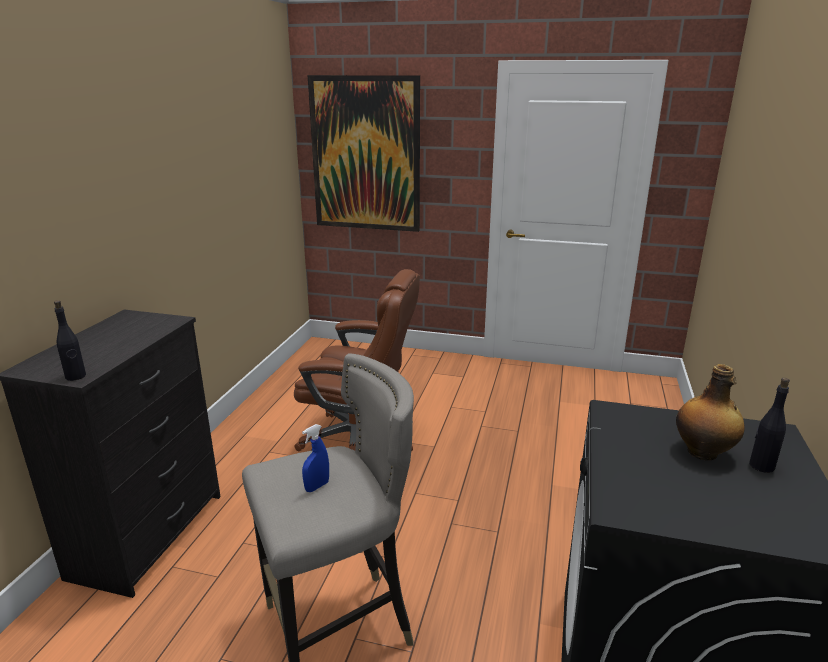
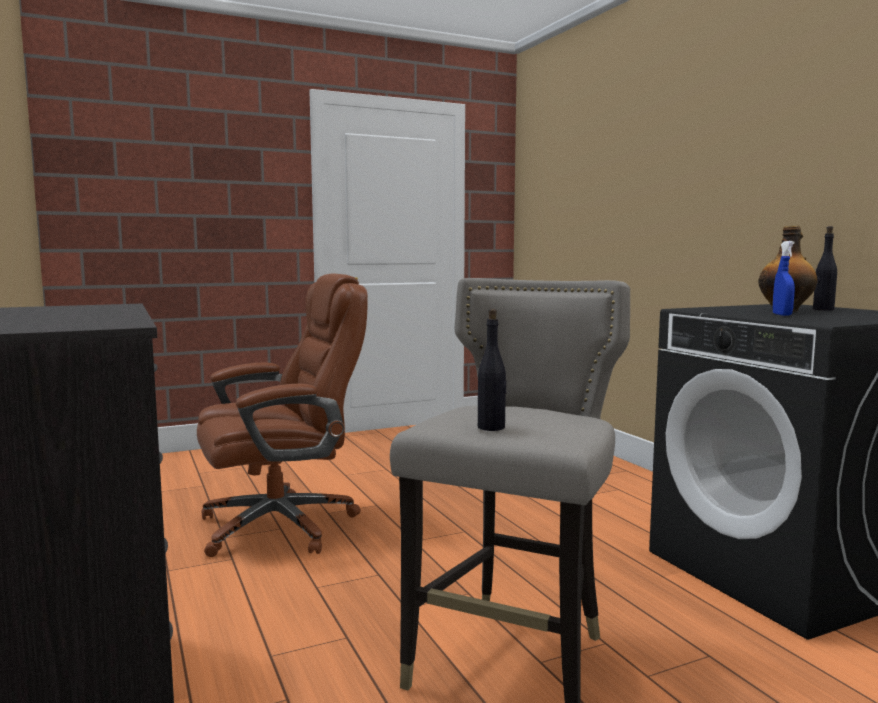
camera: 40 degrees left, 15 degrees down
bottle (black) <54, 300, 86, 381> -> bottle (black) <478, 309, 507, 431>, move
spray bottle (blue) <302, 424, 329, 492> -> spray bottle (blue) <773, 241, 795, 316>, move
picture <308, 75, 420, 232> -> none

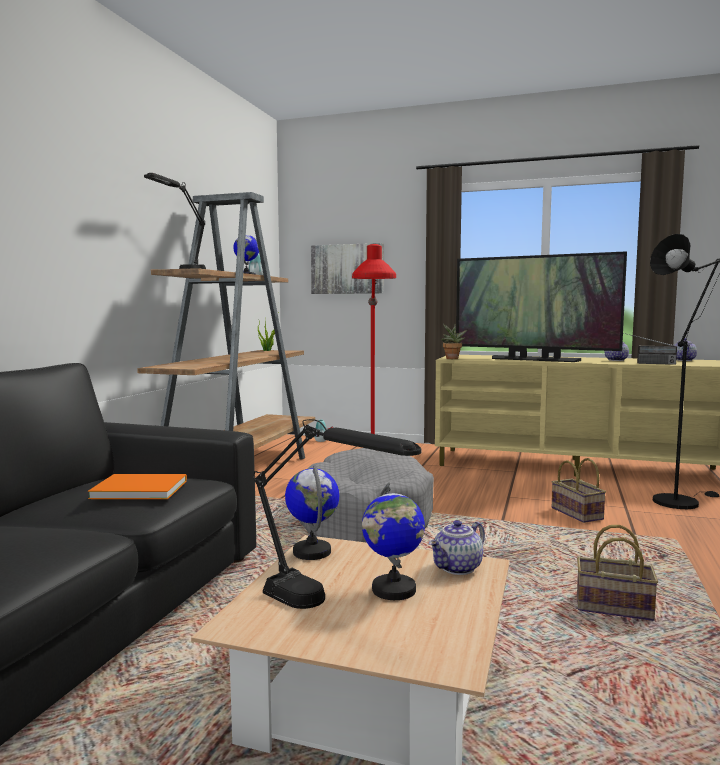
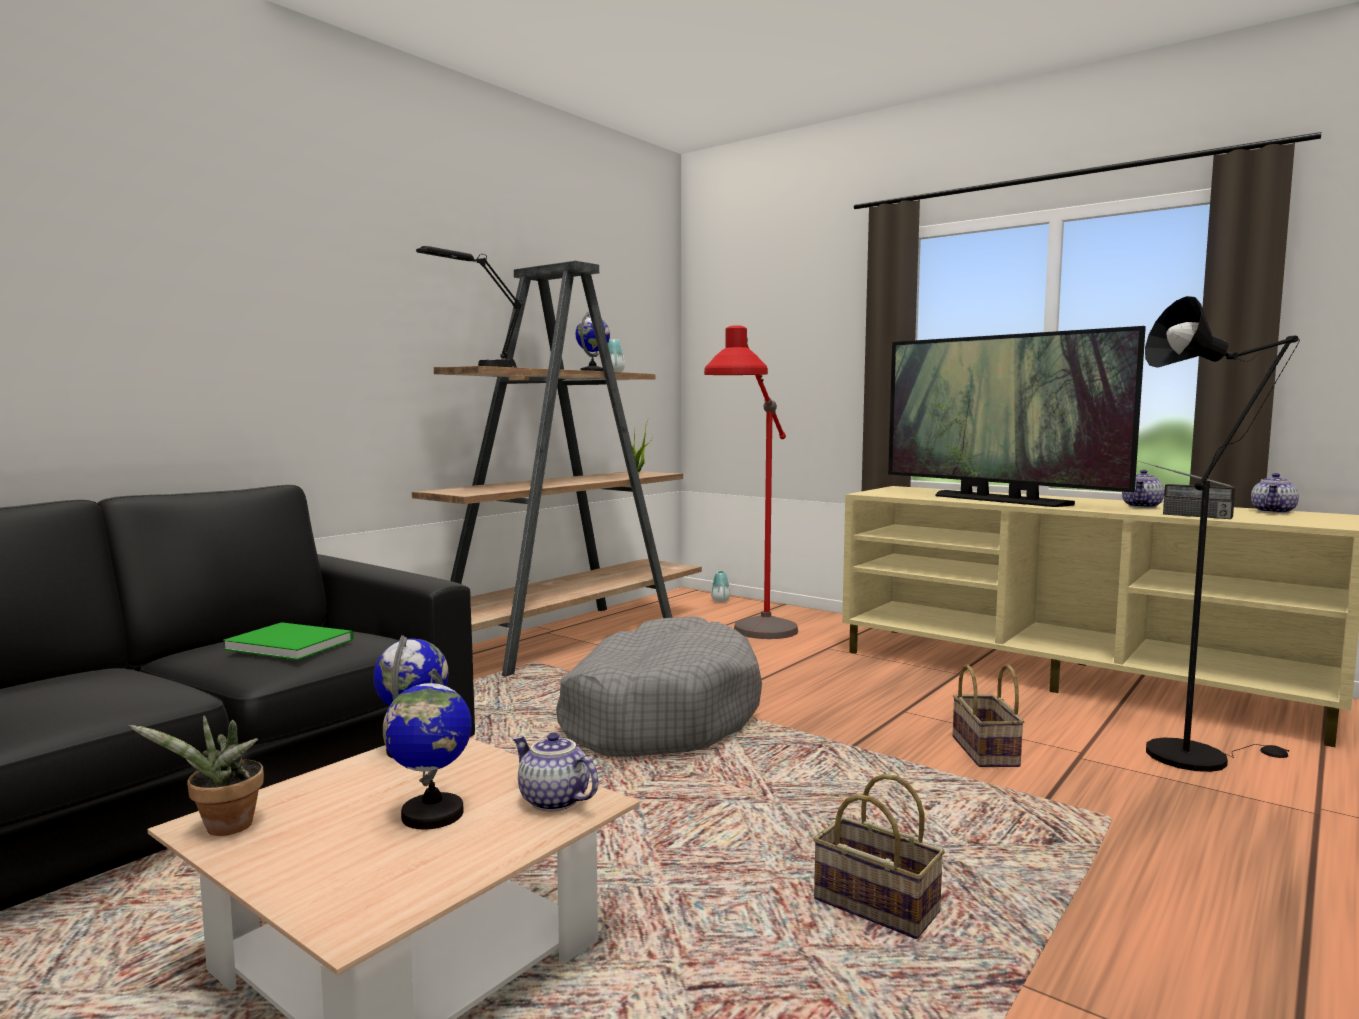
camera: 20 degrees right, 0 degrees up
book (orange) <88, 474, 187, 499> -> book (green) <223, 622, 354, 660>
table lamp (black) <253, 419, 422, 609> -> none
picture <311, 243, 384, 294> -> none
teapot <429, 520, 485, 575> -> teapot <513, 732, 598, 811>, 60 degrees clockwise
potted plant <441, 324, 467, 359> -> potted plant <129, 715, 264, 836>, move

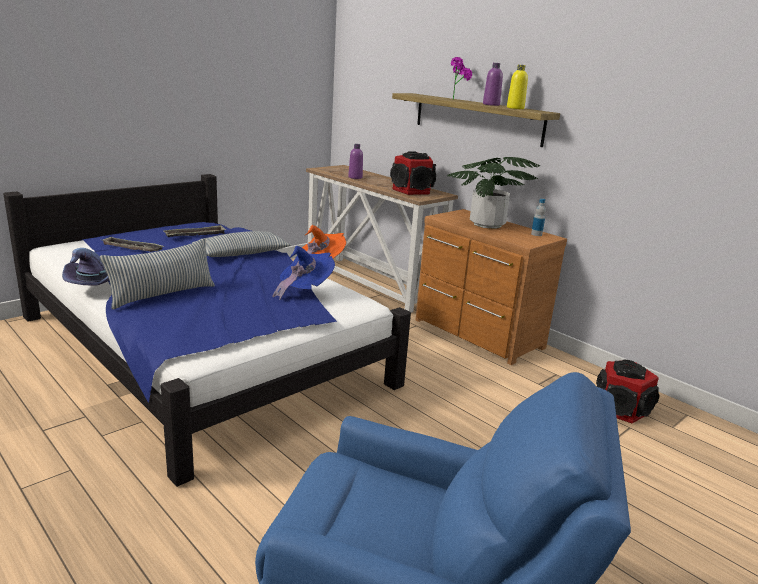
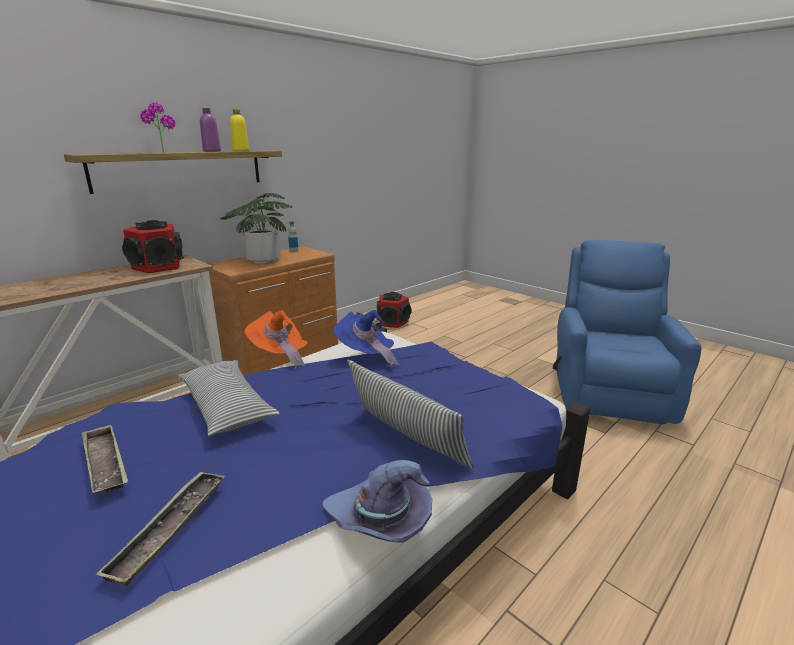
camera: 90 degrees left, 0 degrees up
bottle (purple) <348, 144, 363, 179> -> none

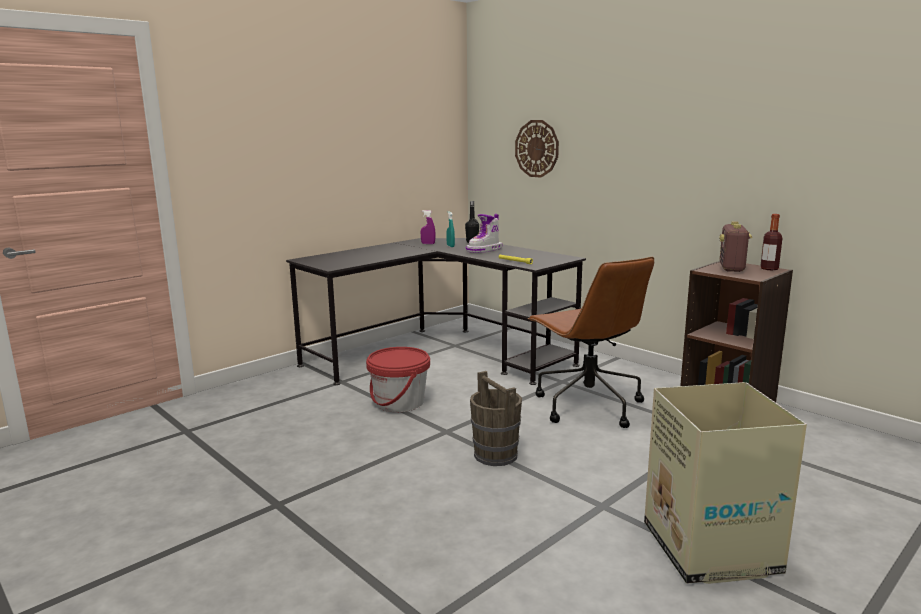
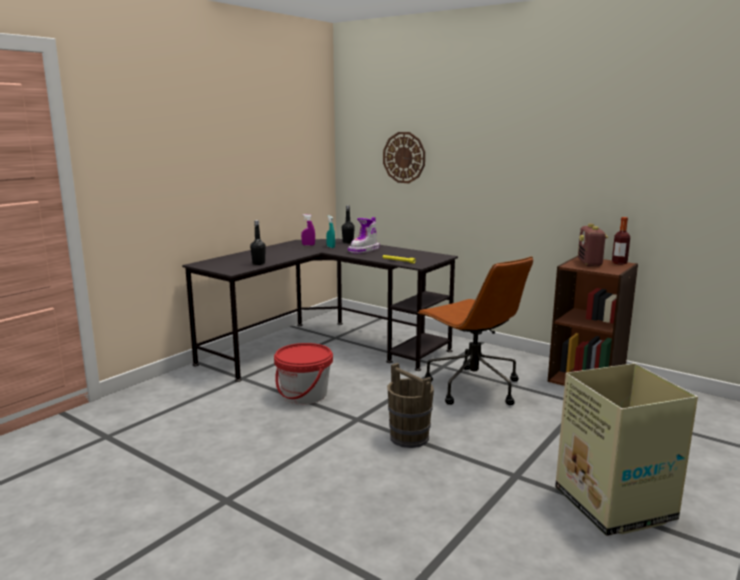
camera: 10 degrees left, 0 degrees up
none -> bottle (black) <250, 220, 266, 265>

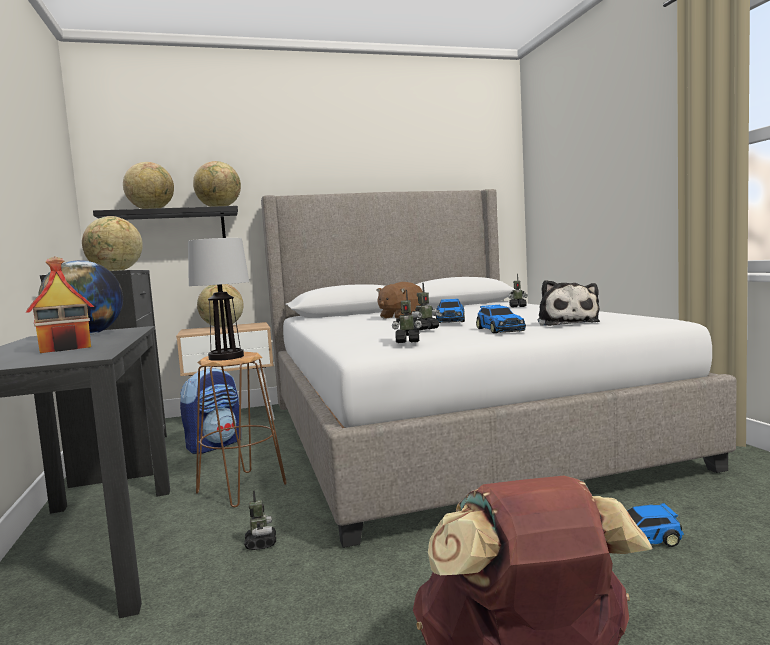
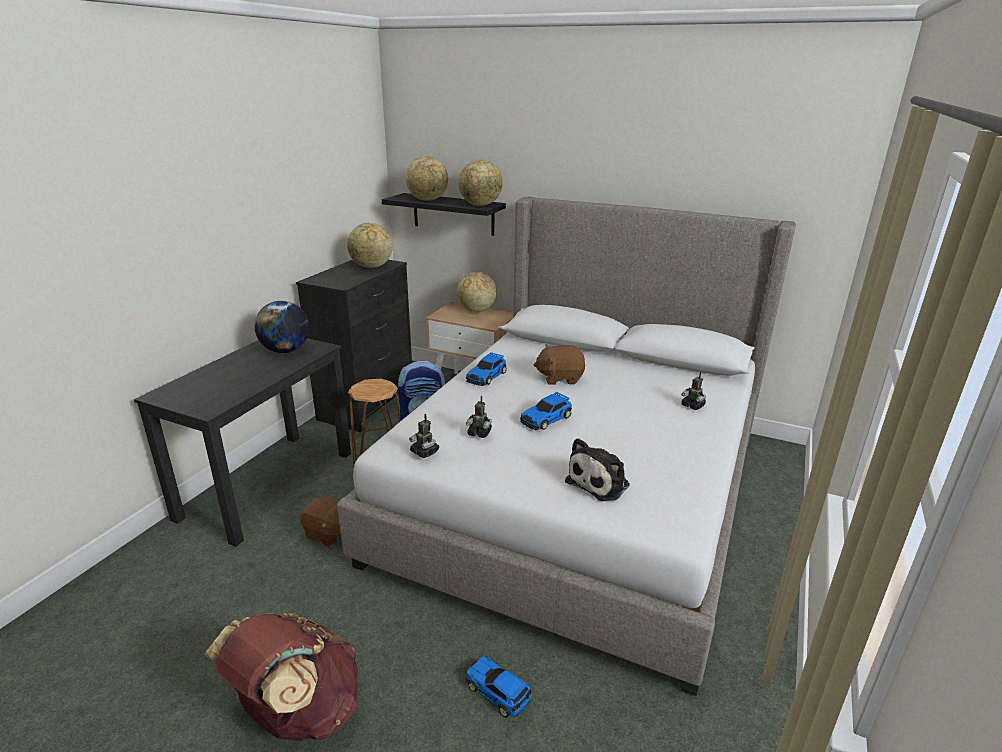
camera: 40 degrees right, 20 degrees up
toy house <25, 256, 94, 353> -> none
table lamp <188, 238, 249, 361> -> none
toy robot <244, 490, 276, 550> -> plush toy (brown) <300, 496, 341, 547>
toy car <476, 304, 526, 333> -> toy car <466, 352, 507, 386>, move

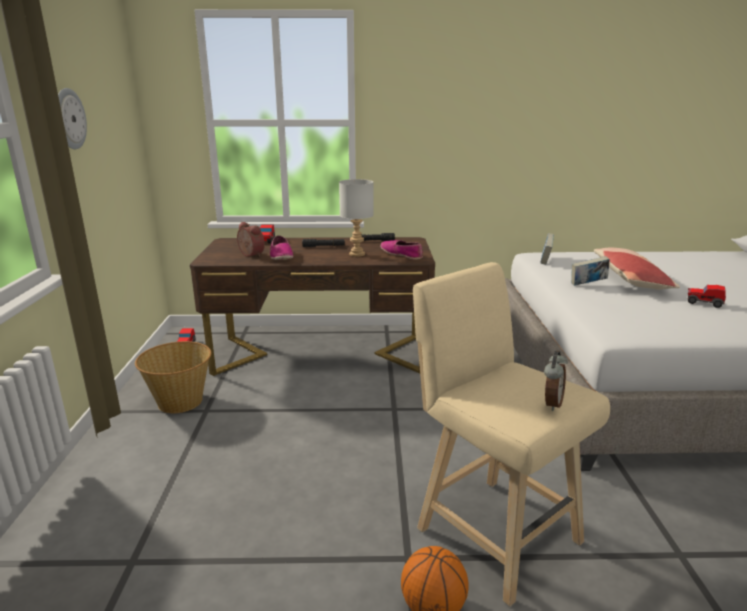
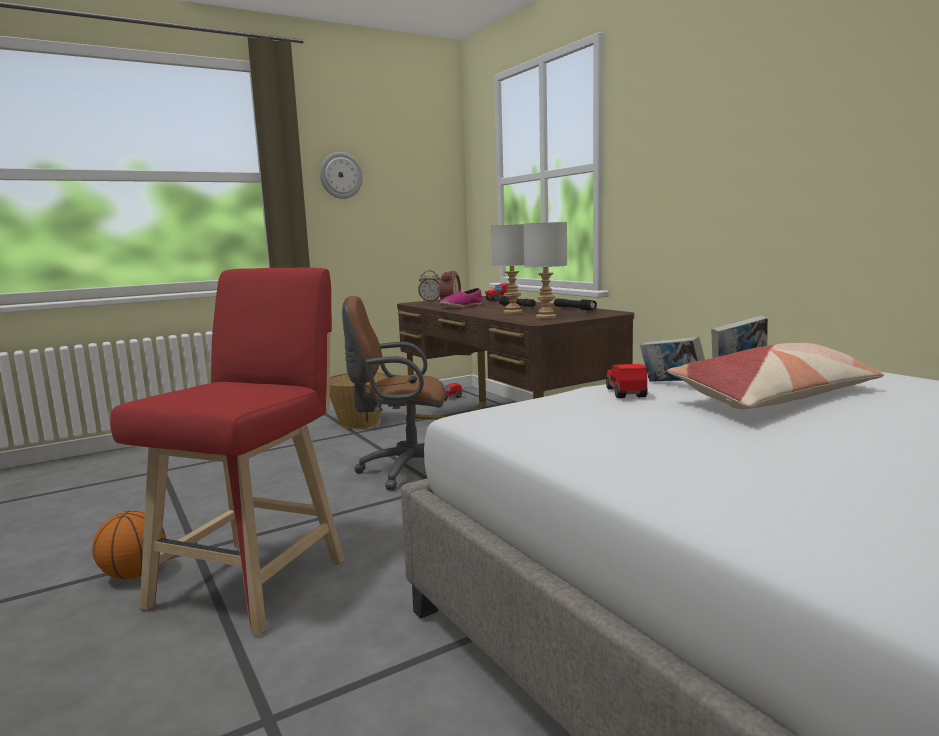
camera: 60 degrees right, 10 degrees down
shoe <380, 240, 423, 260> -> table lamp (grey) <523, 222, 567, 319>
stool (beige) <413, 262, 610, 606> -> stool (red) <110, 268, 344, 636>
alarm clock <544, 351, 568, 411> -> alarm clock <418, 270, 440, 302>, move
toy car <688, 285, 726, 308> -> toy car <606, 364, 648, 398>, move
none -> office chair (brown) <342, 296, 445, 490>

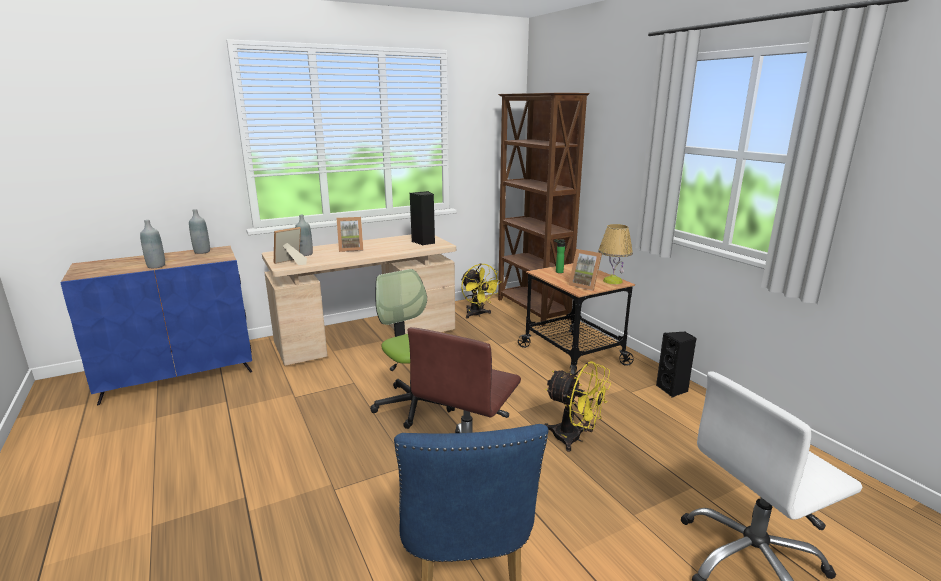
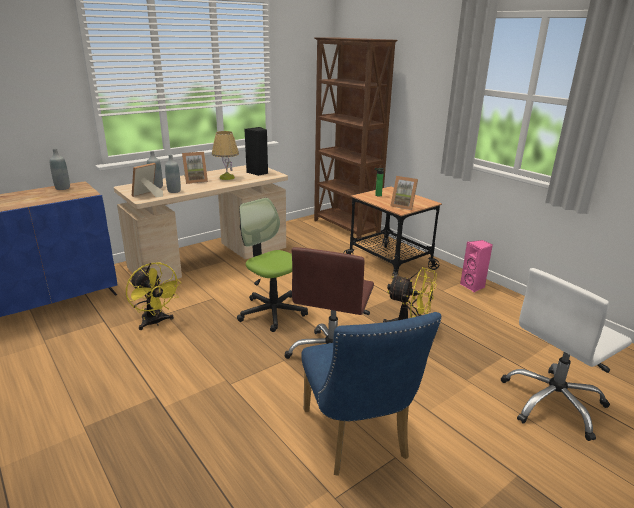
camera: 10 degrees left, 5 degrees up
bottle (grey) <140, 220, 165, 268> -> bottle (grey) <165, 154, 181, 193>, move
fan (yellow) <461, 263, 502, 318> -> fan (yellow) <126, 263, 181, 330>, move
table lamp <598, 224, 633, 285> -> table lamp <212, 131, 239, 180>, move
speaker (black) <656, 331, 696, 398> -> speaker (pink) <460, 240, 493, 292>

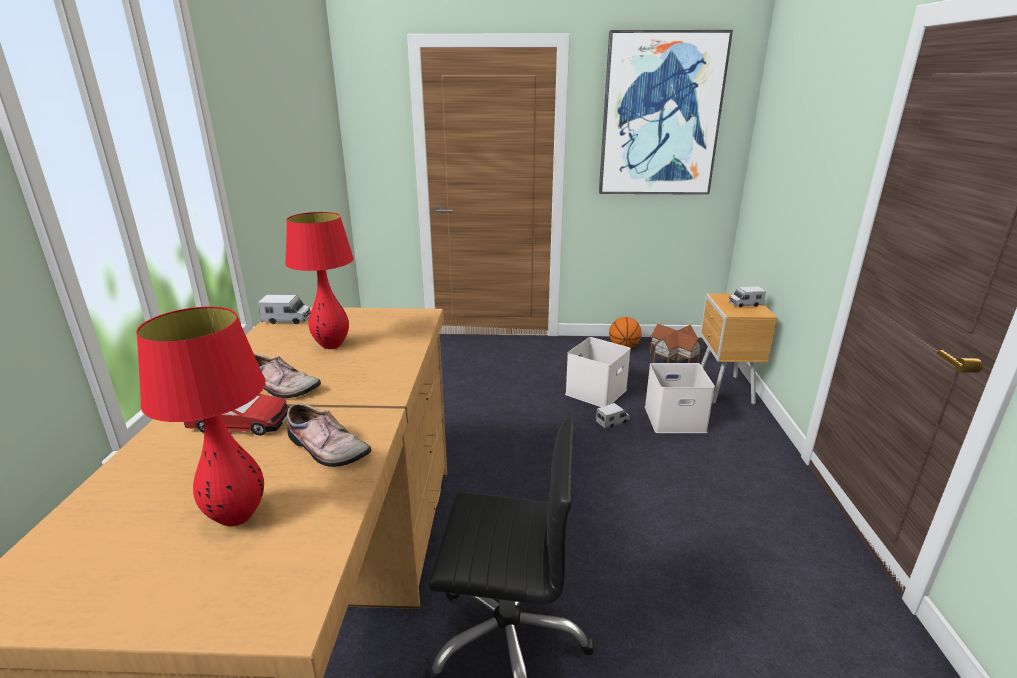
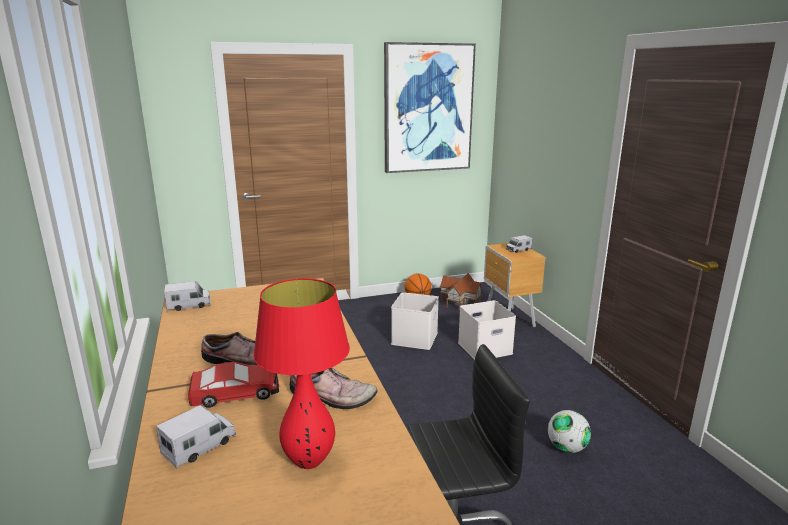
camera: 20 degrees left, 5 degrees down
table lamp (red) <285, 212, 354, 349> -> none
toy truck <596, 403, 630, 429> -> toy truck <156, 405, 236, 468>, move
none -> football <548, 410, 591, 453>

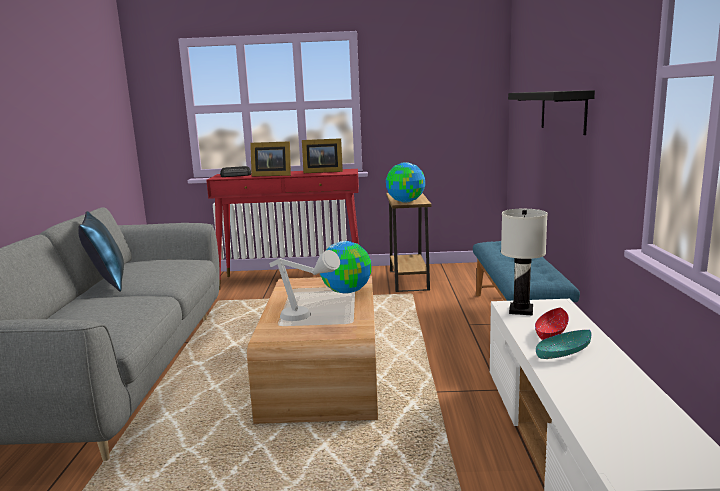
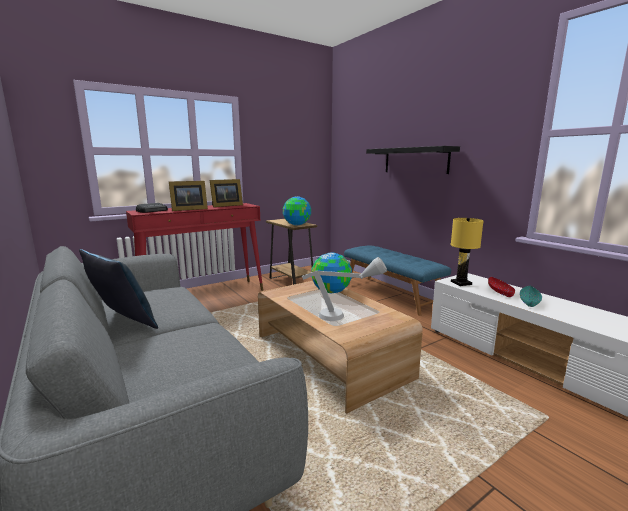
camera: 35 degrees left, 0 degrees up
table lamp (white) <501, 209, 548, 316> -> table lamp (yellow) <451, 218, 484, 286>

